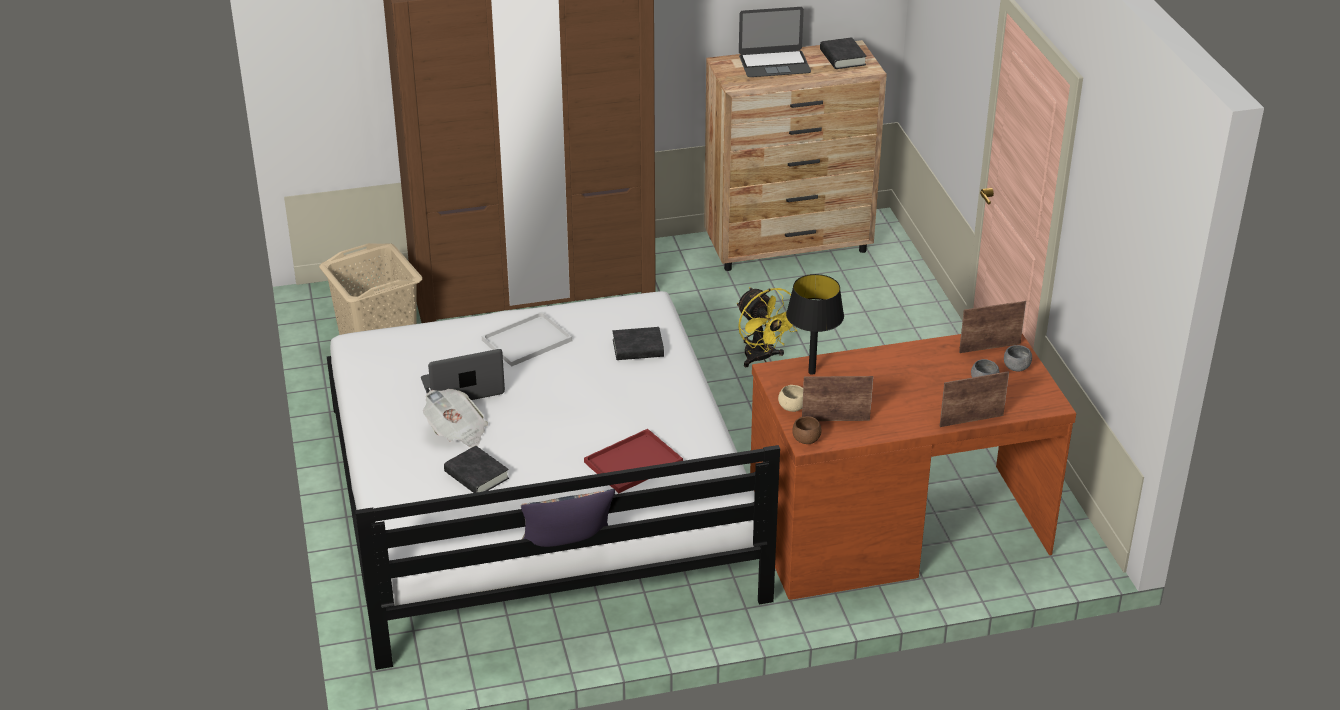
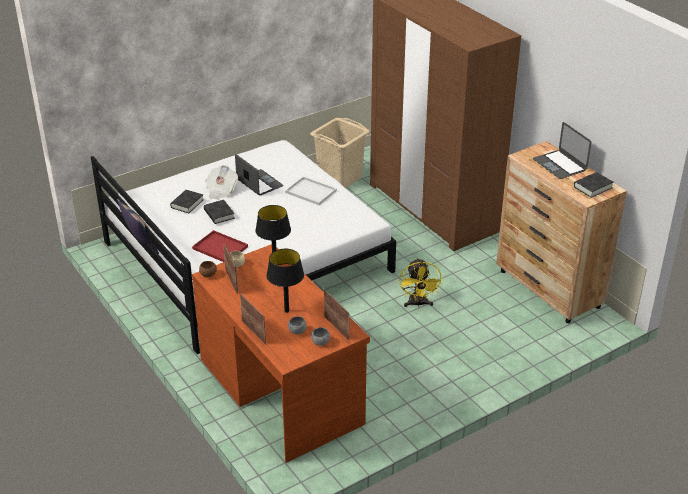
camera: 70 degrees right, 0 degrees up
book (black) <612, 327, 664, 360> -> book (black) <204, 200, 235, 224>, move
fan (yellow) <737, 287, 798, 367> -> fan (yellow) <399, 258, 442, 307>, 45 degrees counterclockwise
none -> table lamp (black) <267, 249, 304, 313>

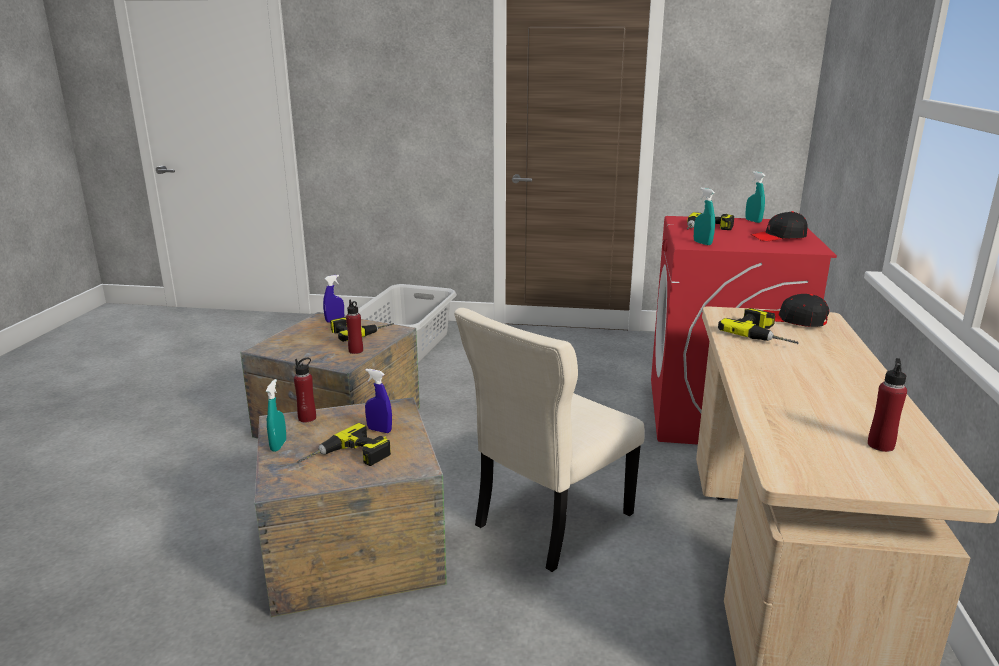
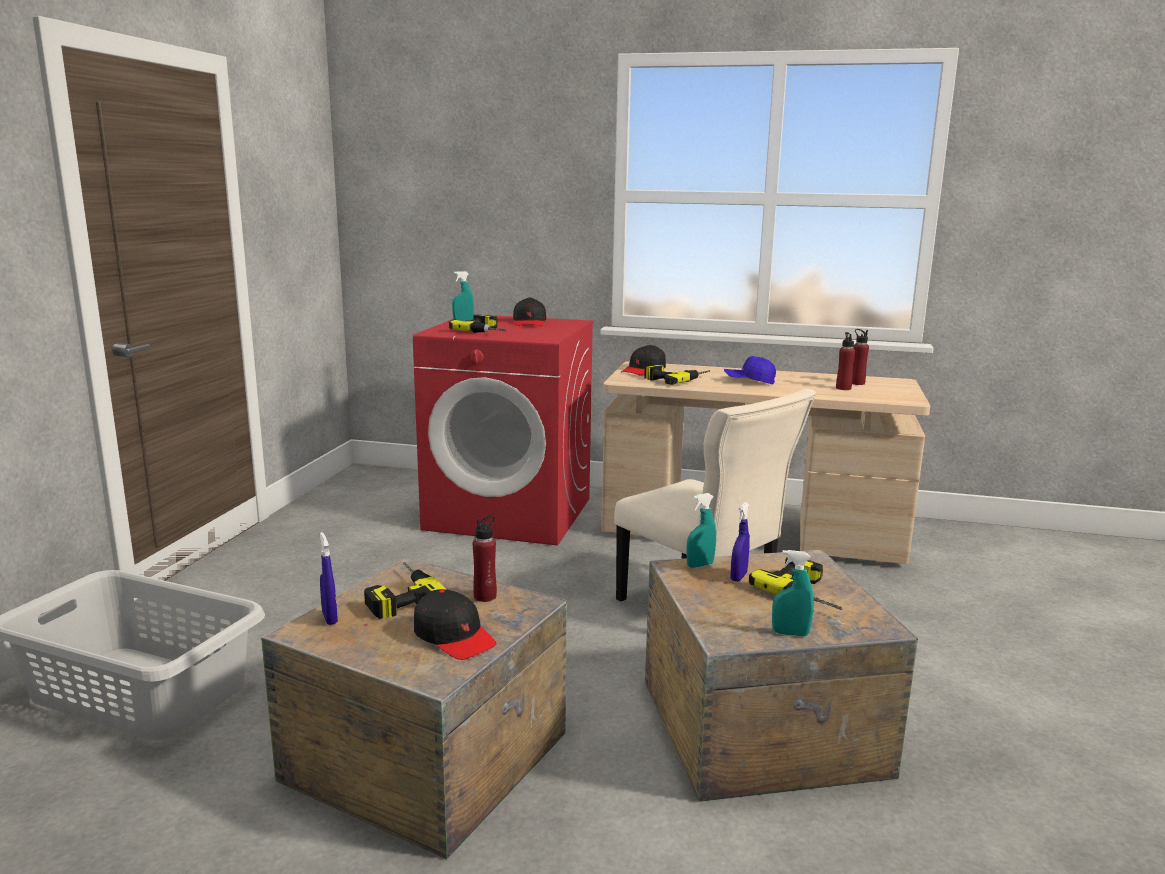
camera: 85 degrees left, 5 degrees down
bottle (red) <294, 358, 316, 423> -> bottle (red) <836, 332, 855, 390>, move
spray bottle (turquoise) <694, 188, 715, 245> -> spray bottle (turquoise) <686, 493, 716, 568>, move
none -> cap (black) <414, 589, 497, 660>
none -> cap (blue) <724, 356, 776, 384>

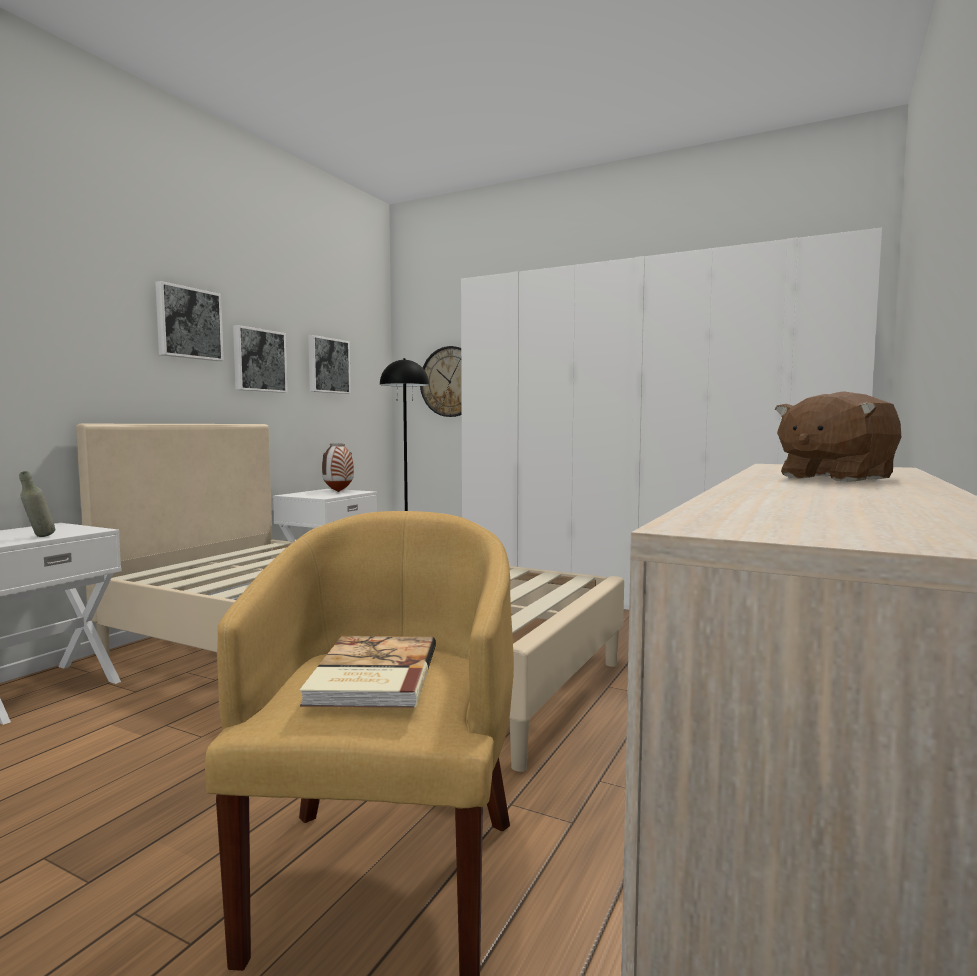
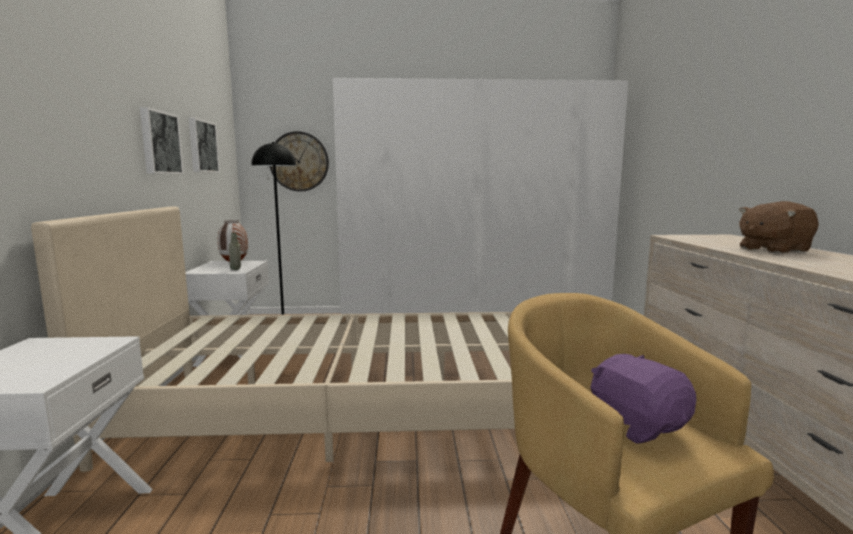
camera: 30 degrees left, 5 degrees up
bottle (grey) <19, 471, 55, 537> -> bottle (grey) <229, 233, 241, 270>, move
picture <155, 281, 224, 361> -> none
book <300, 636, 436, 708> -> plush toy (purple) <590, 354, 697, 444>
plush toy (brown) <775, 391, 901, 482> -> plush toy (brown) <739, 201, 819, 254>, 45 degrees clockwise

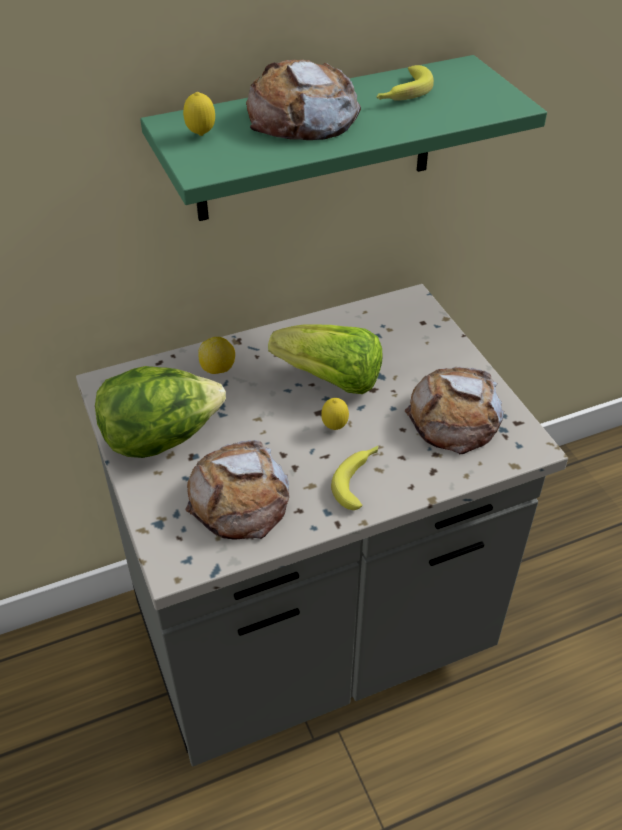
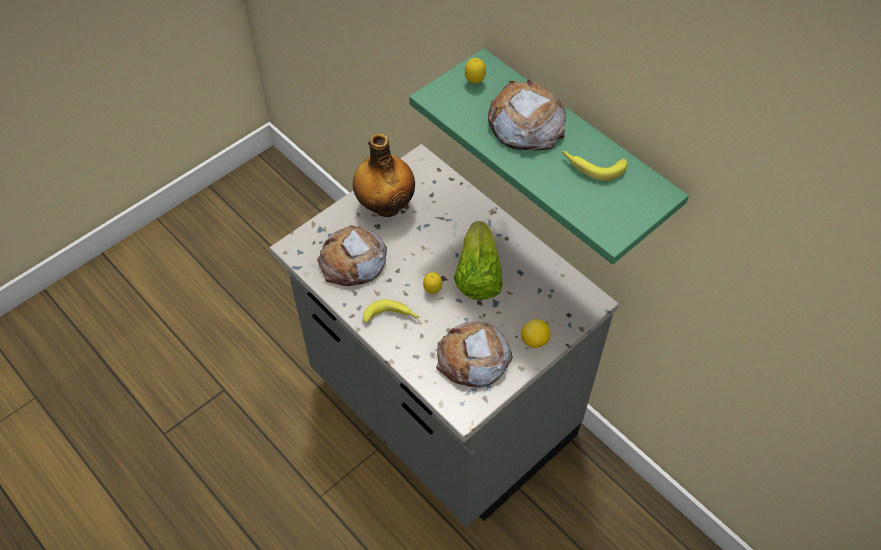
camera: 70 degrees right, 10 degrees up
lettuce <95, 366, 226, 458> -> bottle <353, 133, 415, 217>
lemon <198, 337, 235, 374> -> lemon <521, 319, 550, 348>, move

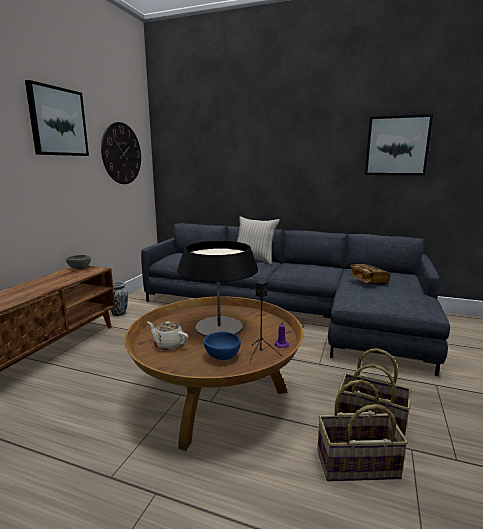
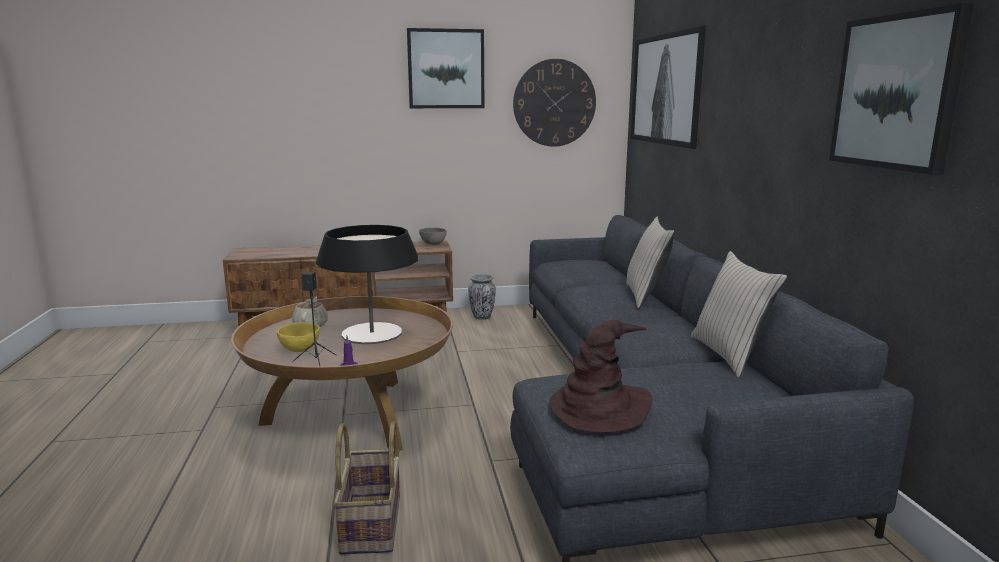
camera: 60 degrees right, 0 degrees up
bowl (blue) <204, 332, 241, 360> -> bowl (yellow) <277, 322, 320, 352>
basket <317, 380, 408, 481> -> none
book <348, 264, 390, 285> -> none
none -> hat (brown) <550, 320, 653, 432>
none -> picture <631, 25, 706, 149>
none -> pillow (beige) <691, 251, 787, 378>

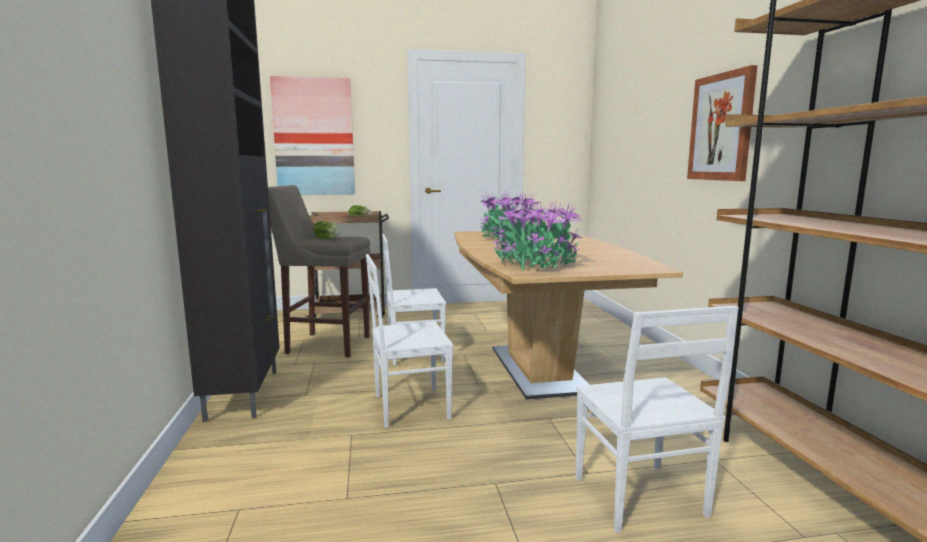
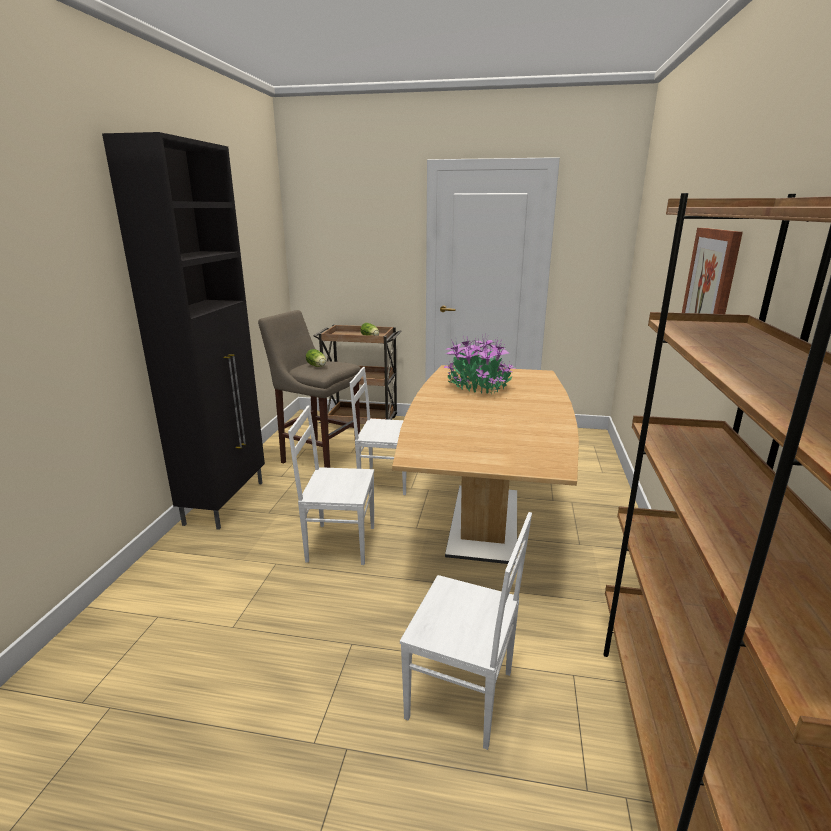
camera: 20 degrees right, 10 degrees up
picture <270, 76, 355, 195> -> none
potted plant <491, 199, 582, 270> -> none
chair (white) <576, 306, 739, 533> -> chair (white) <400, 512, 532, 750>, 75 degrees counterclockwise

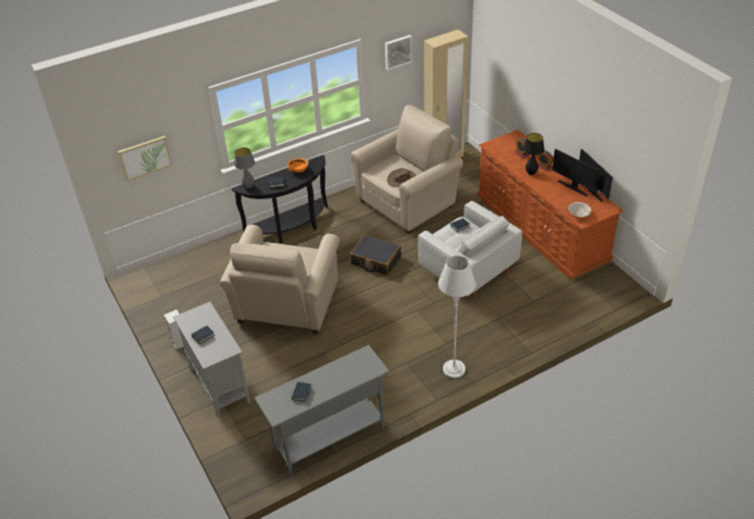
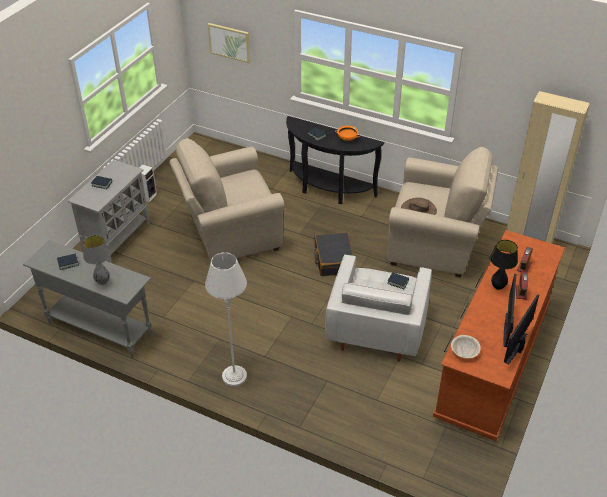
camera: 55 degrees right, 0 degrees up
table lamp (grey) <234, 147, 255, 189> -> table lamp (grey) <83, 235, 110, 285>, move
picture <385, 35, 412, 70> -> none

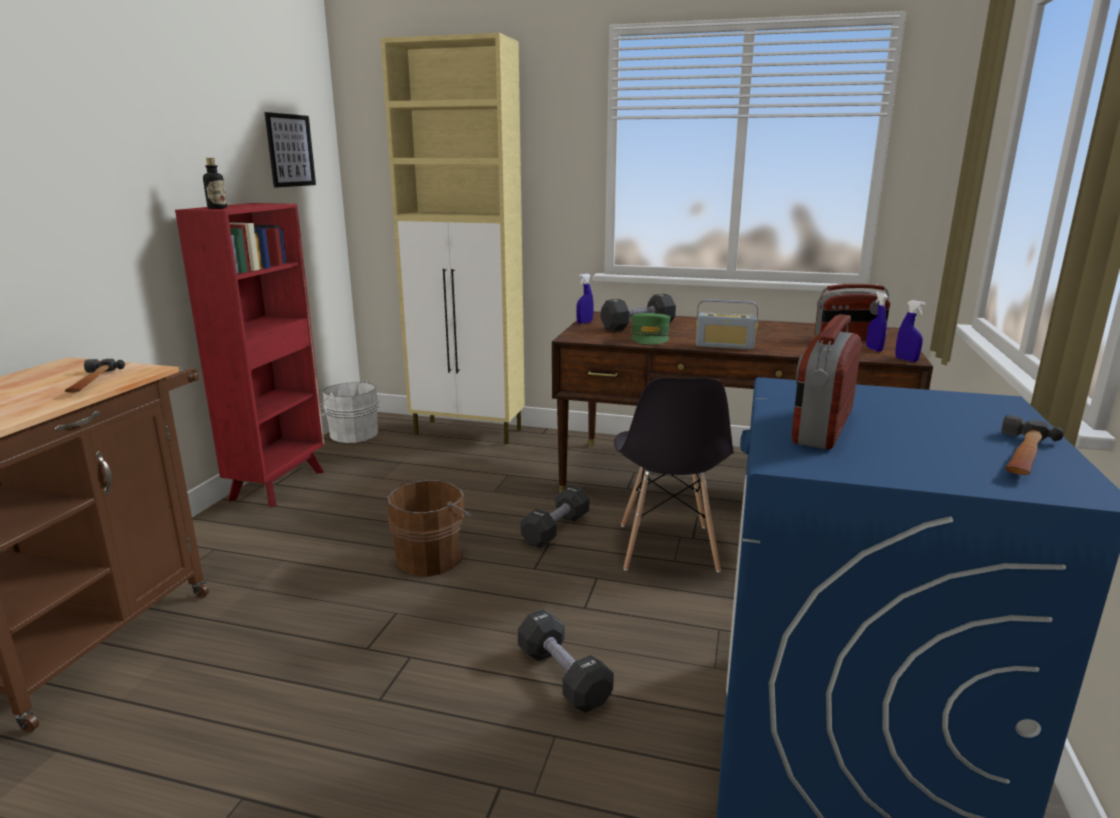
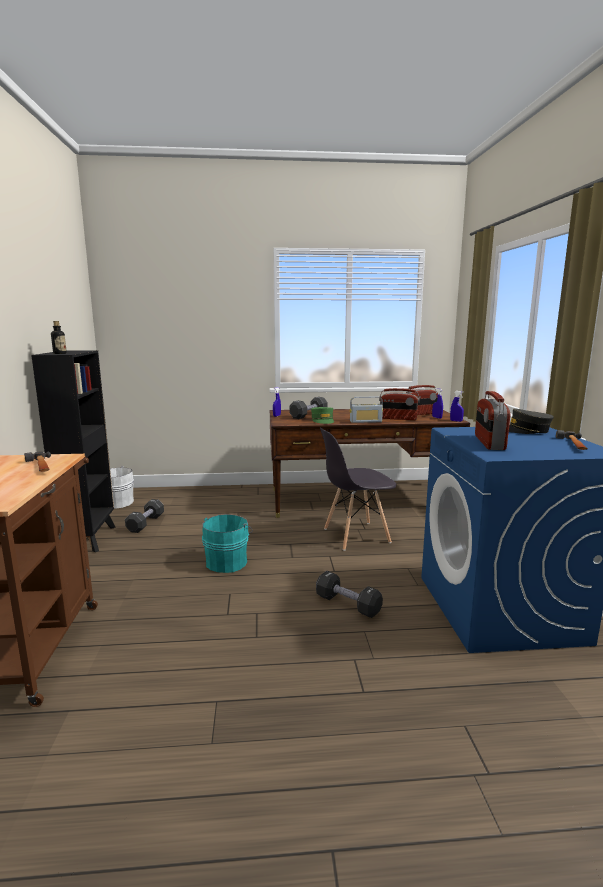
camera: 20 degrees left, 5 degrees down
bookcase (red) <175, 203, 325, 507> -> bookcase (black) <31, 350, 116, 552>
picture <265, 112, 316, 187> -> none
cabinet (beige) <381, 33, 525, 444> -> none
bucket (brown) <387, 480, 473, 577> -> bucket (turquoise) <202, 514, 253, 573>
dumbbell (black) <520, 485, 589, 548> -> dumbbell (black) <125, 499, 164, 533>, move
chair (grey) <614, 377, 734, 573> -> chair (grey) <320, 428, 396, 551>, 90 degrees clockwise
none -> radio <379, 388, 420, 420>
none -> cap (grey) <509, 408, 554, 434>

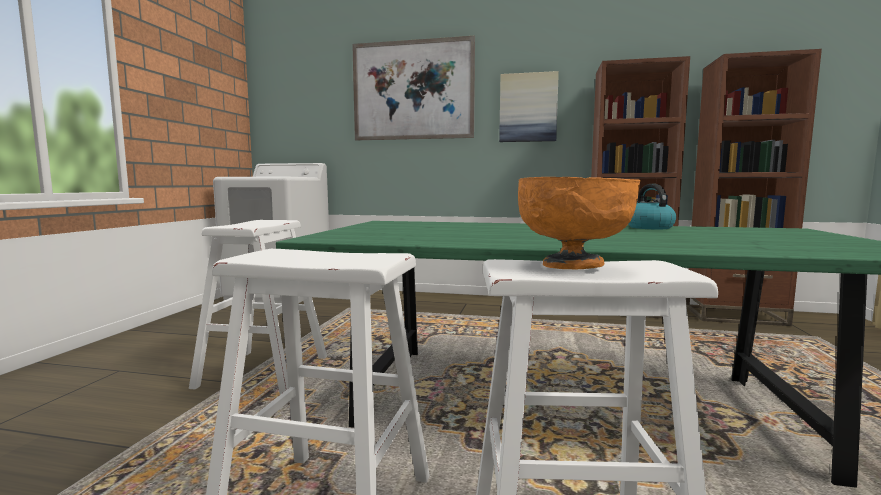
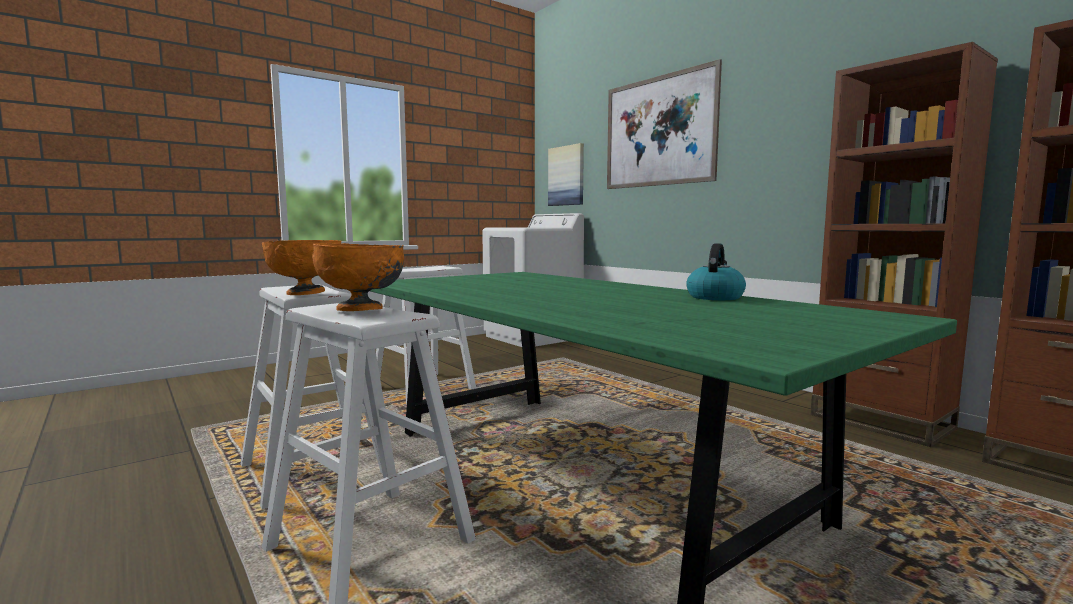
camera: 40 degrees right, 0 degrees up
picture <499, 71, 559, 142> -> picture <548, 143, 584, 206>, move
none -> bowl (orange) <262, 240, 342, 295>

